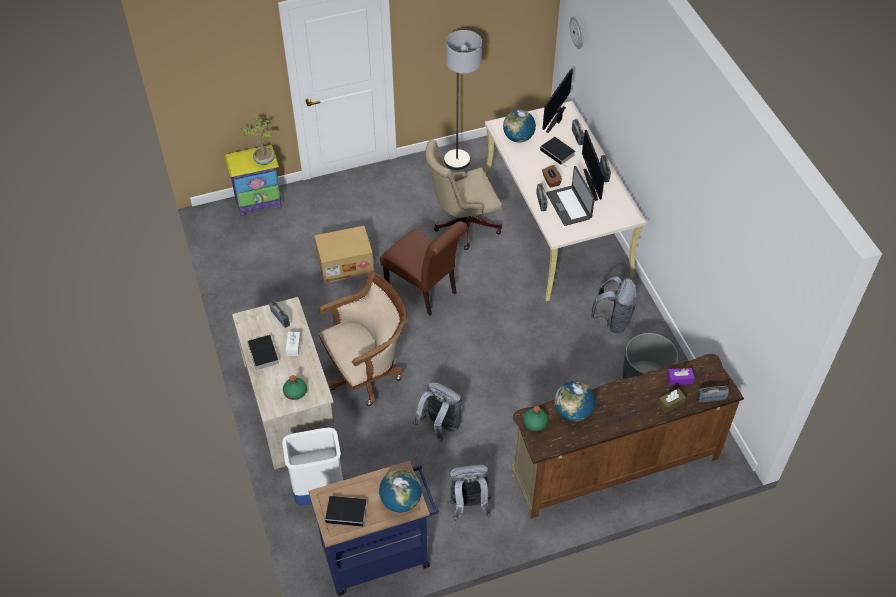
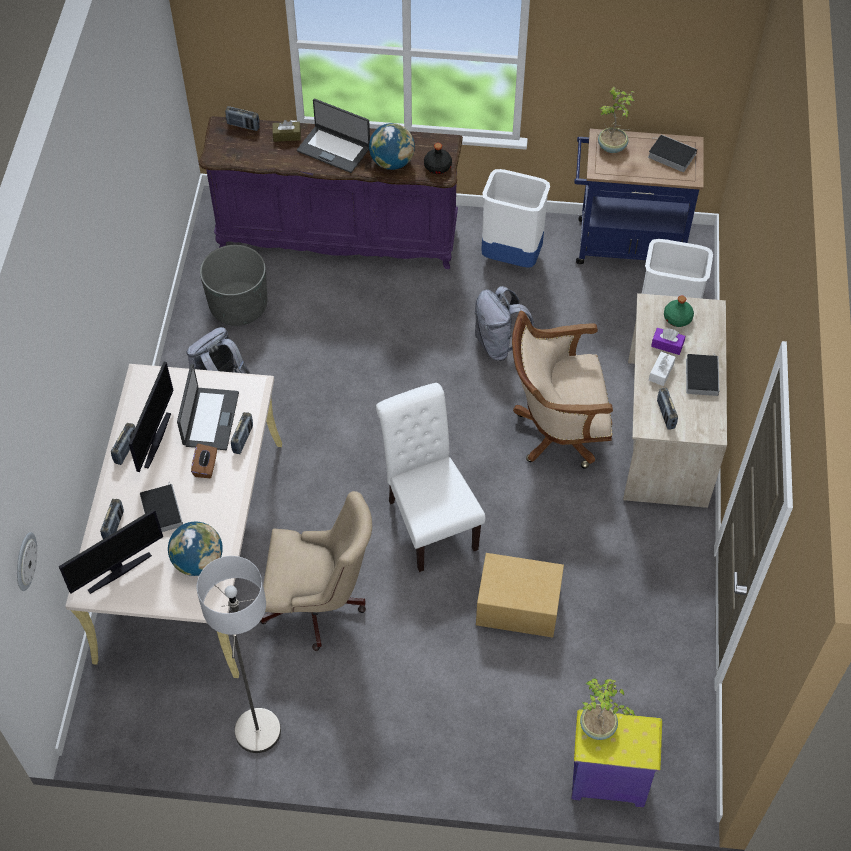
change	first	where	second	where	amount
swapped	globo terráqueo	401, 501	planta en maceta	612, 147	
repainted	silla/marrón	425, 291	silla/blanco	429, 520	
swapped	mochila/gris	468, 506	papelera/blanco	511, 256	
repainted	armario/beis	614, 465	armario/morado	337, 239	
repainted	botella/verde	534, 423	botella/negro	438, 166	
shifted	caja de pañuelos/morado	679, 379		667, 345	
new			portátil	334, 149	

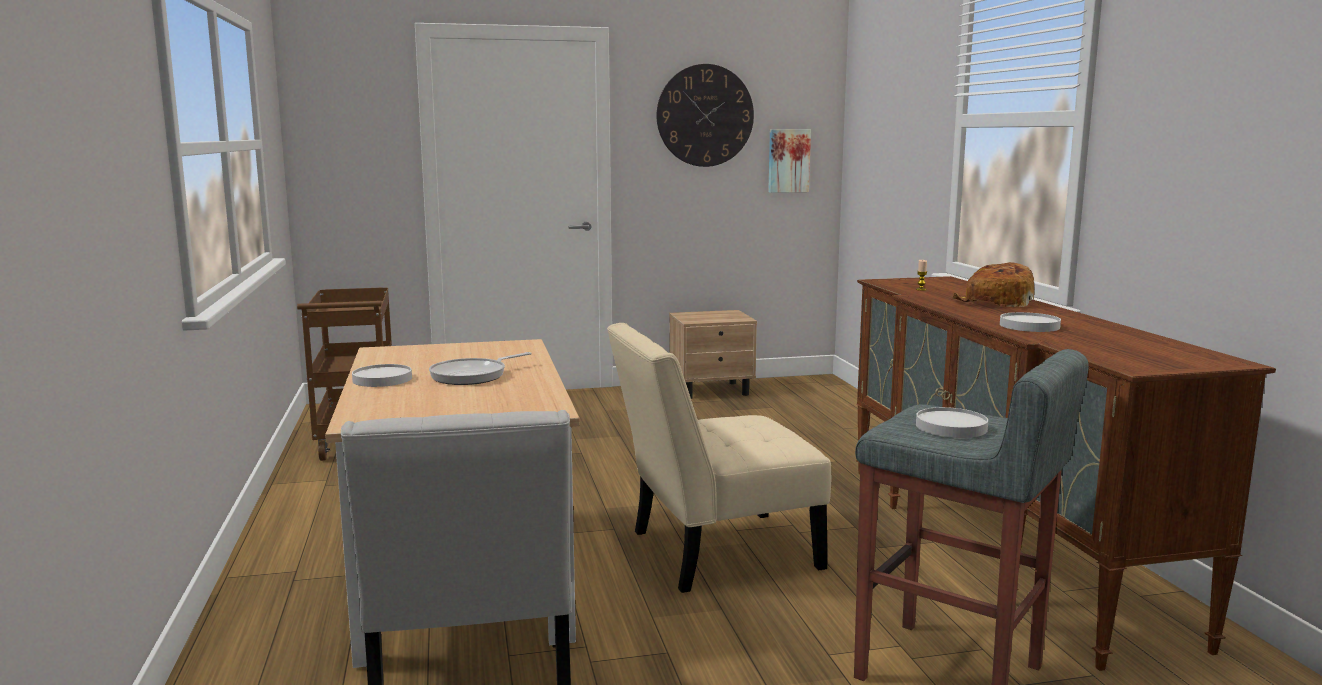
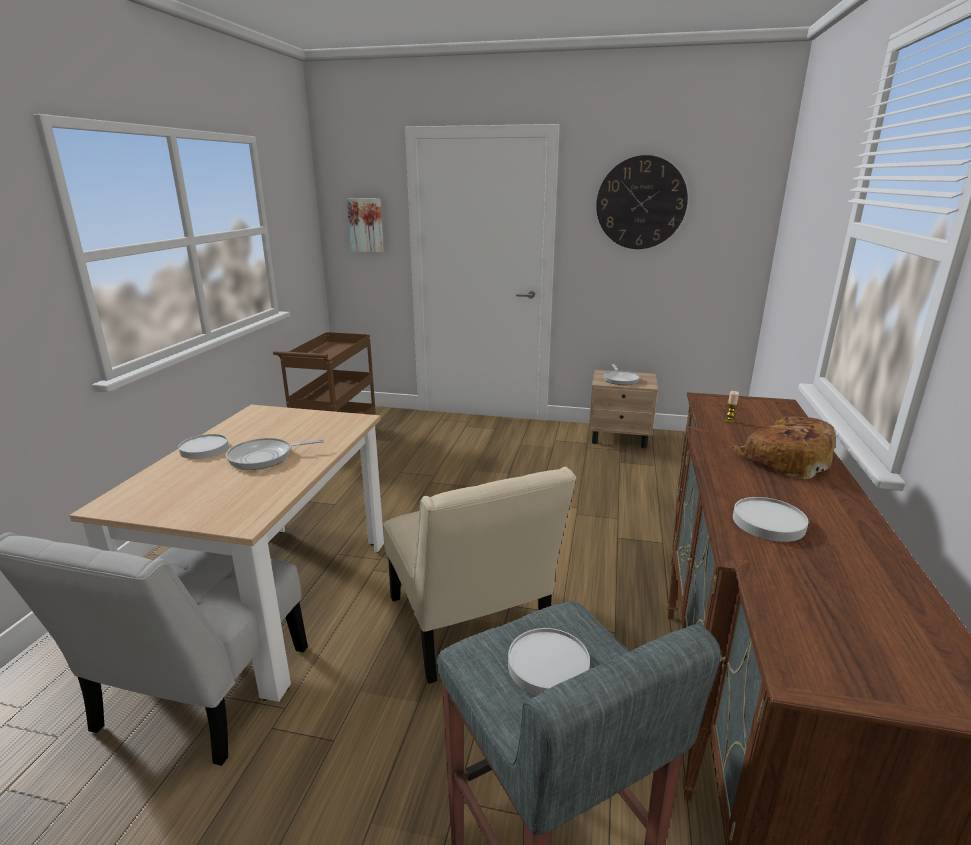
change	first	where	second	where	amount
rotated	silla/beis	714, 552		470, 627	120 degrees counterclockwise
shifted	cuadro	788, 160		366, 225	
new			sartén	620, 379	

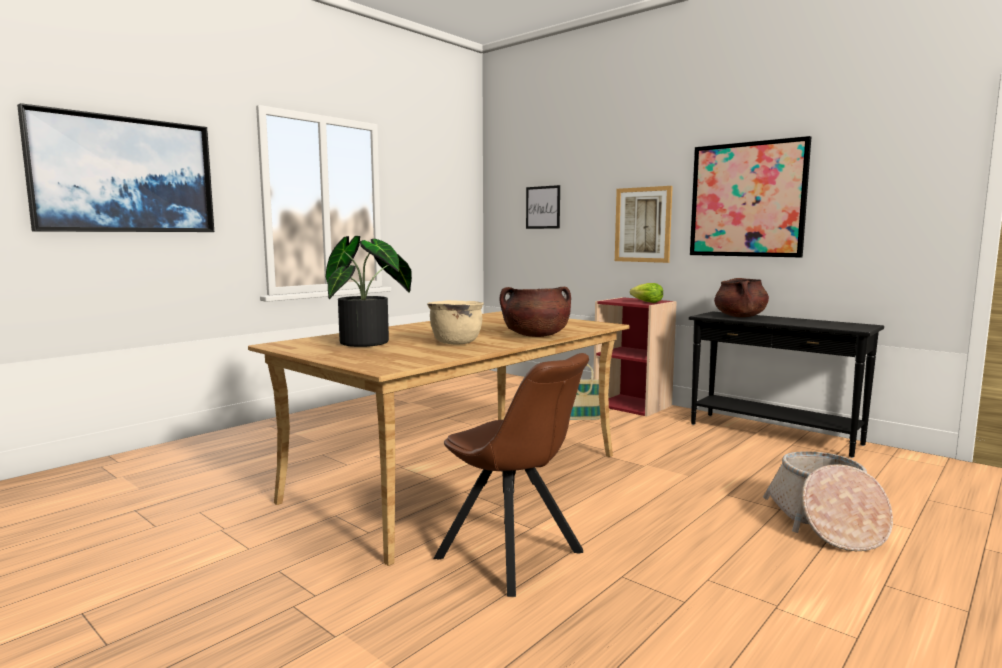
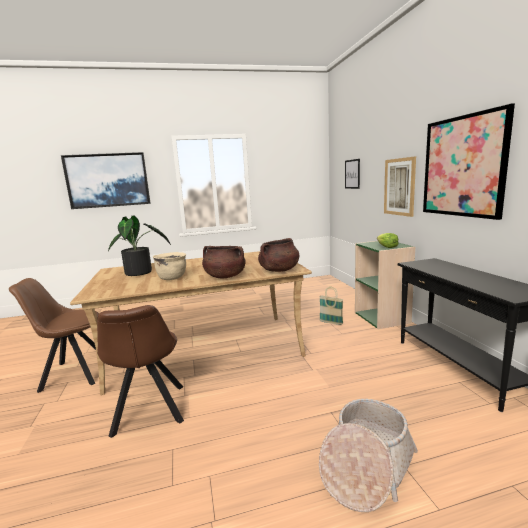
change	first	where	second	where	amount
repainted	estantería/rojo	633, 405	estantería/verde	382, 317	
shifted	olla/marrón	740, 316		279, 270	
new			silla/marrón	73, 373	

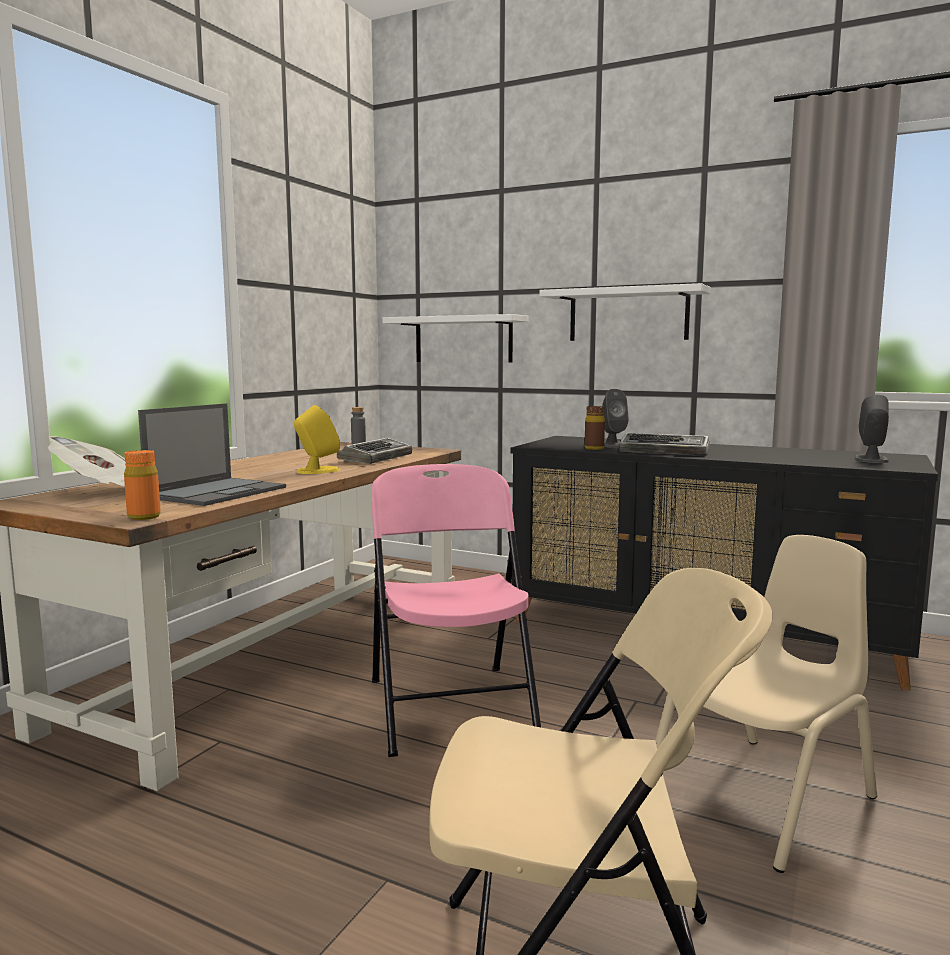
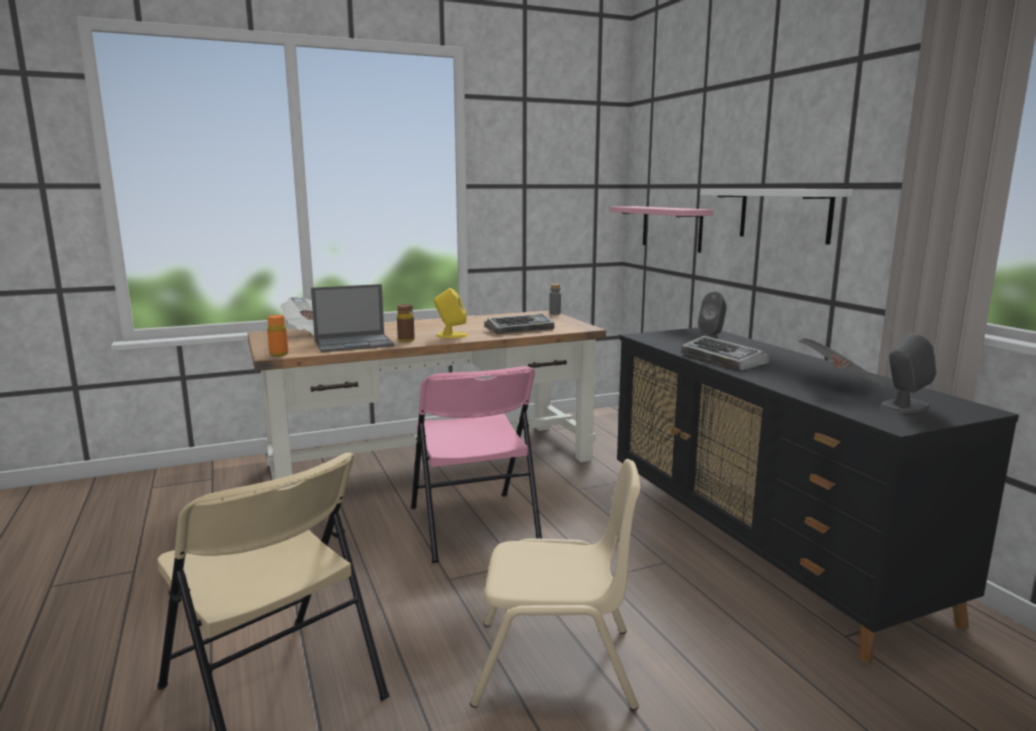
change	first	where	second	where	amount
rotated	silla/rosa	451, 708		472, 526	135 degrees clockwise
repainted	estante/blanco	463, 339	estante/rosa	671, 228	
shifted	botella/marrón	594, 448		406, 340	
new			periódico	840, 384	

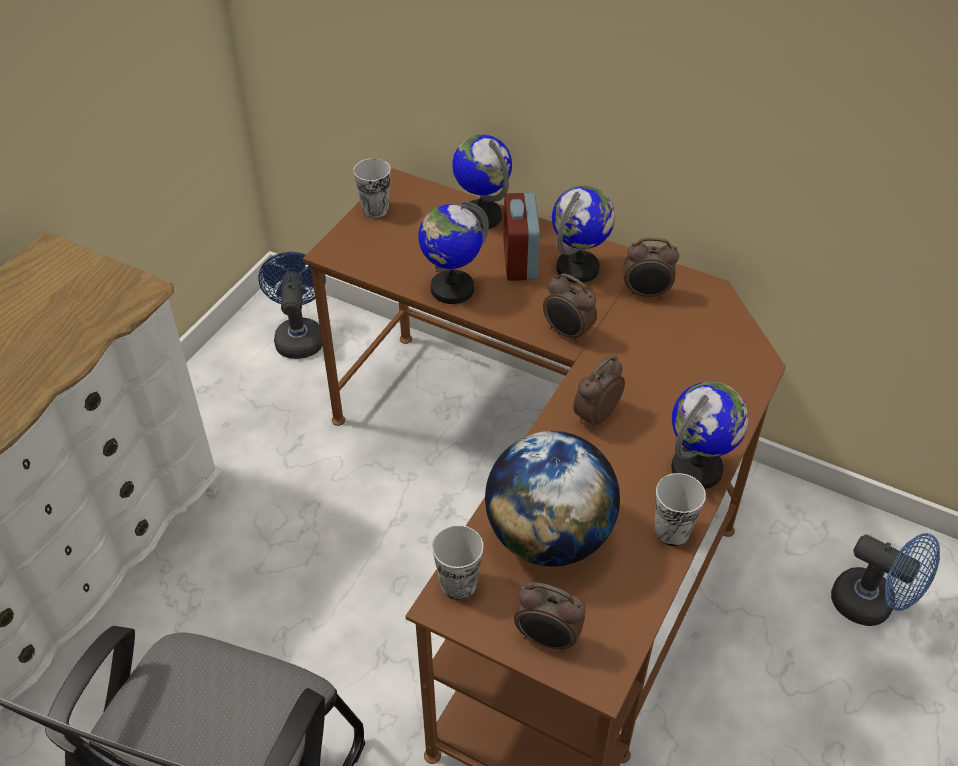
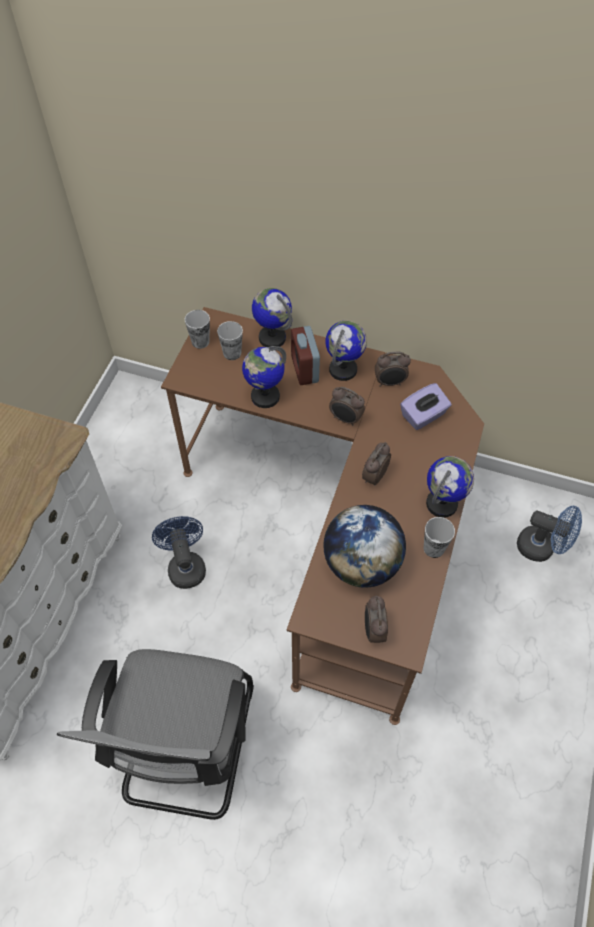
change	first	where	second	where	amount
shifted	ventilador/azul	299, 336		185, 565	
shifted	taza	458, 584		232, 353	
rotated	despertador	547, 639		373, 630	75 degrees clockwise
new			caja de pañuelos/morado	423, 416	

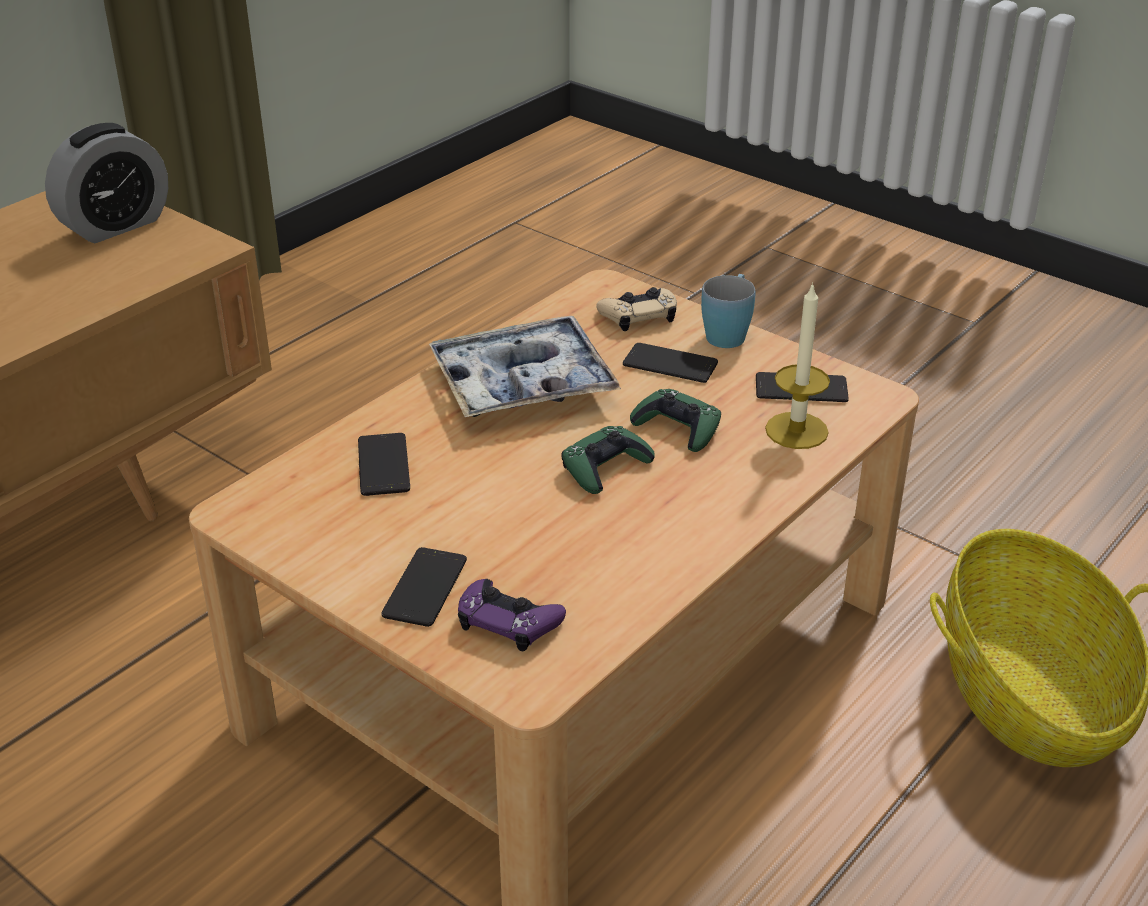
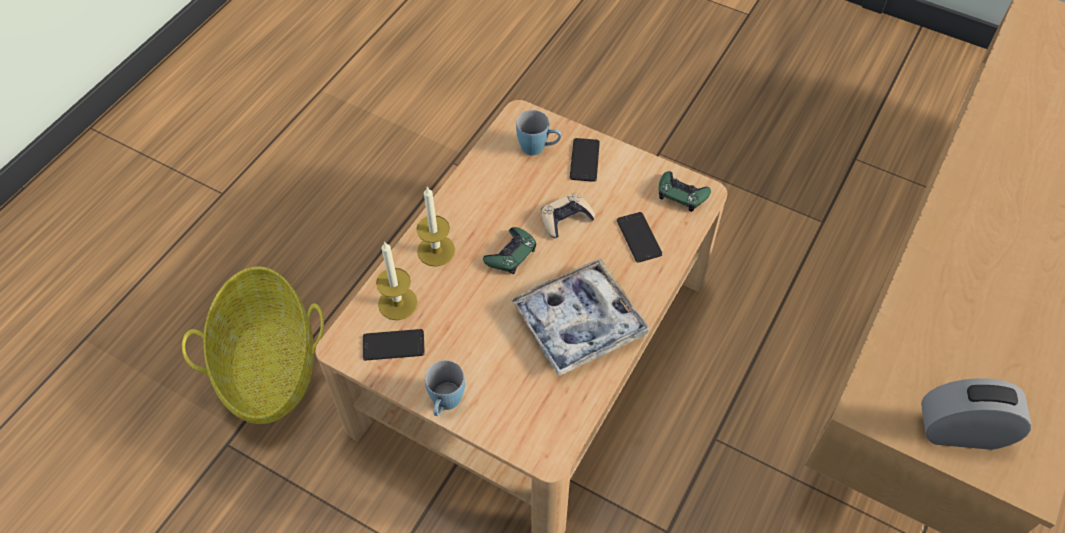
change	first	where	second	where	amount
rotated	despertador	115, 225		961, 431	60 degrees clockwise
swapped	mando de consola/morado	508, 621	taza grande/azul	539, 147	
shifted	mando de consola/beis	639, 315		565, 219	
gone	móvil	670, 364			
shifted	mando de consola/verde	677, 428		681, 194	
new			vela	436, 250	

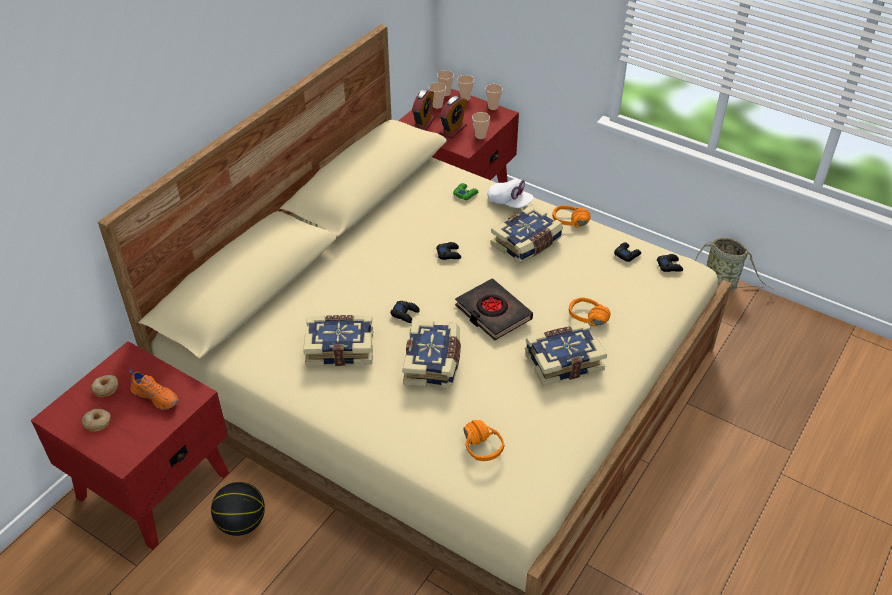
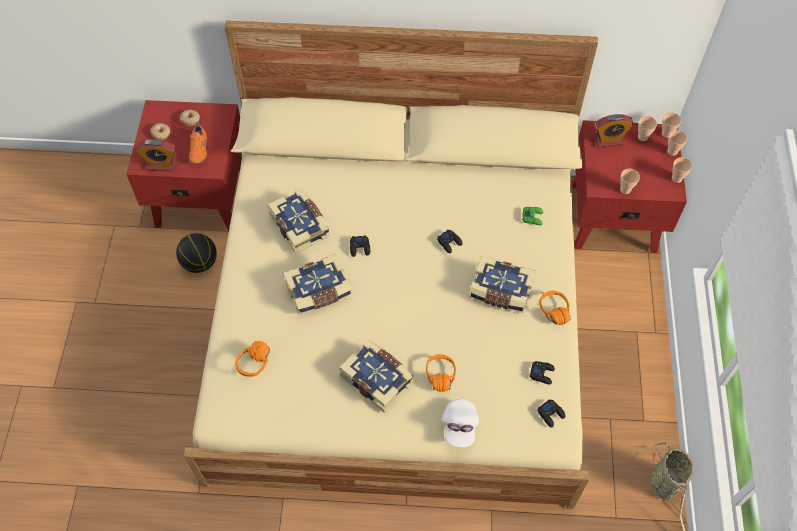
change	first	where	second	where	amount
shifted	despertador	453, 130		161, 164	
gone	libro/negro	493, 313			
shifted	gorra/blanco	509, 202		459, 426	

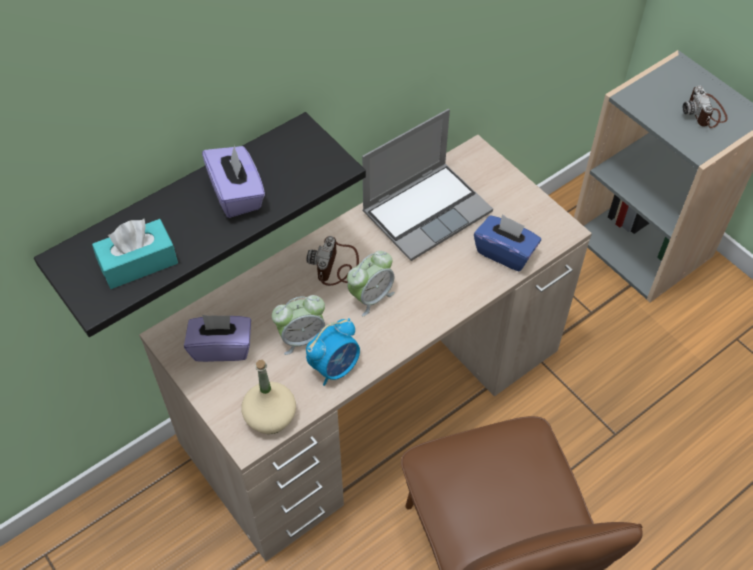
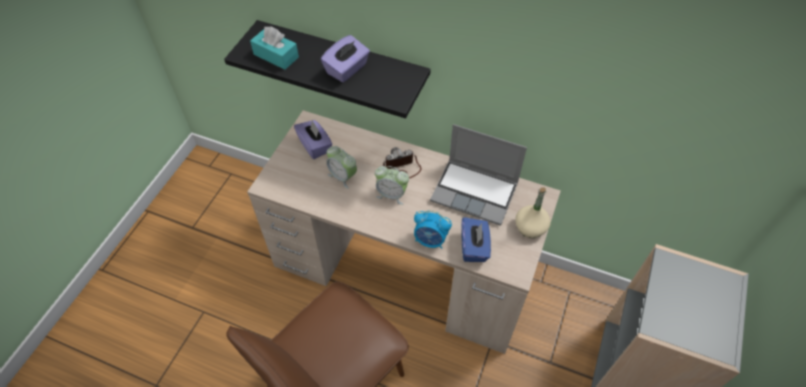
change	first	where	second	where	amount
shifted	botella/beis	270, 416		530, 227	
shifted	despertador	335, 367		430, 240	
gone	cámara	705, 112			

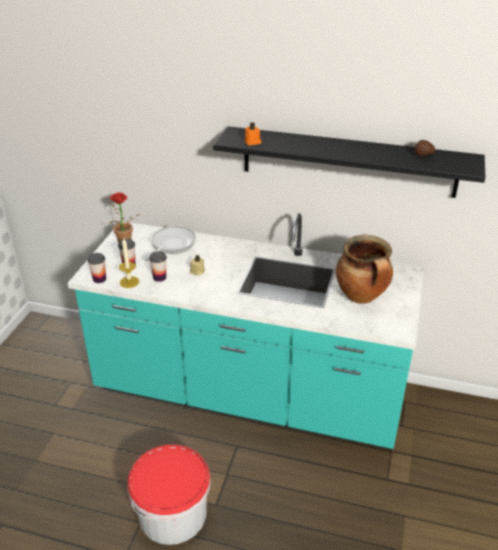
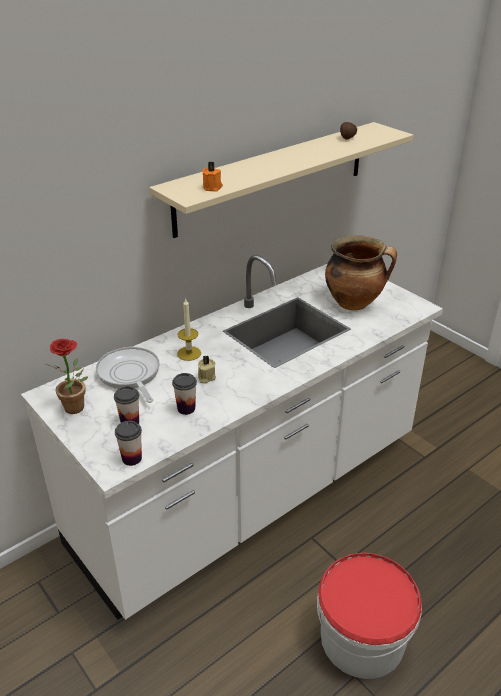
change	first	where	second	where	amount
repainted	mueble bajo de cocina/turquesa	249, 394	mueble bajo de cocina/blanco	250, 492	
shifted	vela	129, 282		189, 353	
repainted	estante/negro	348, 162	estante/beis	273, 177	

